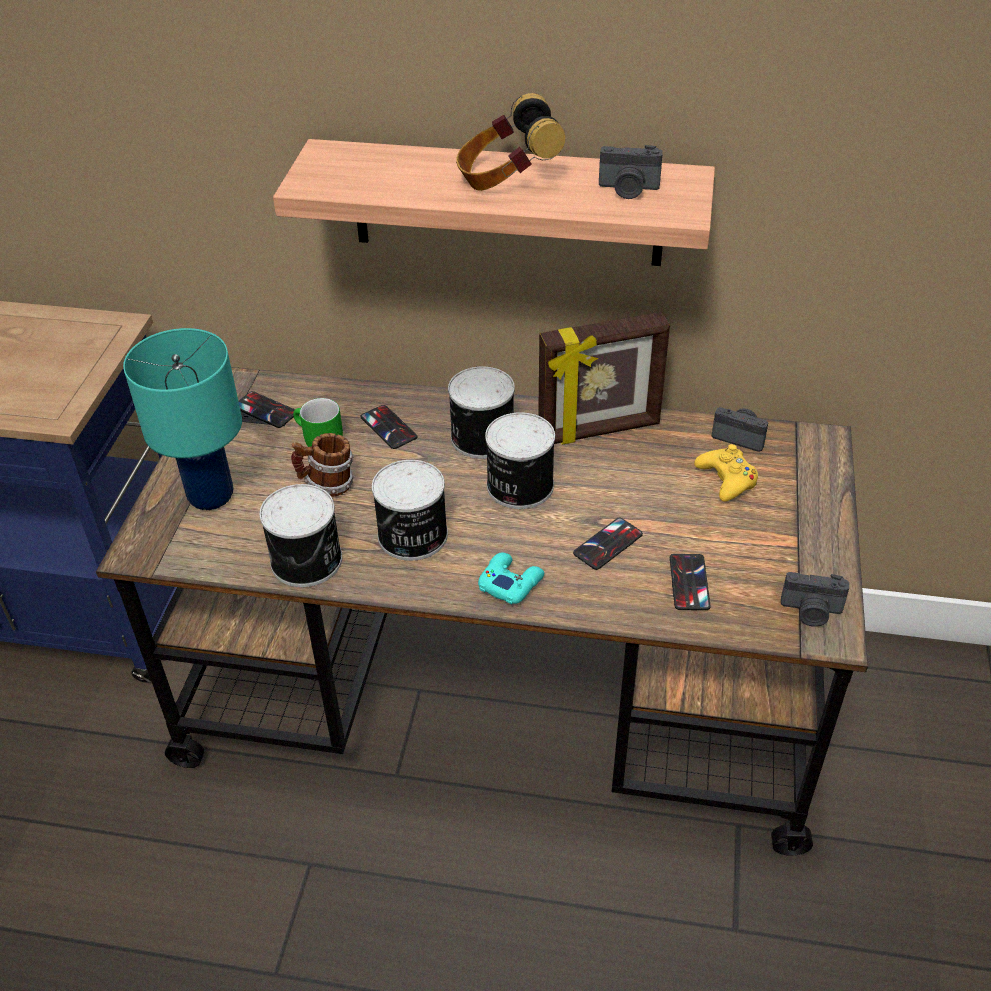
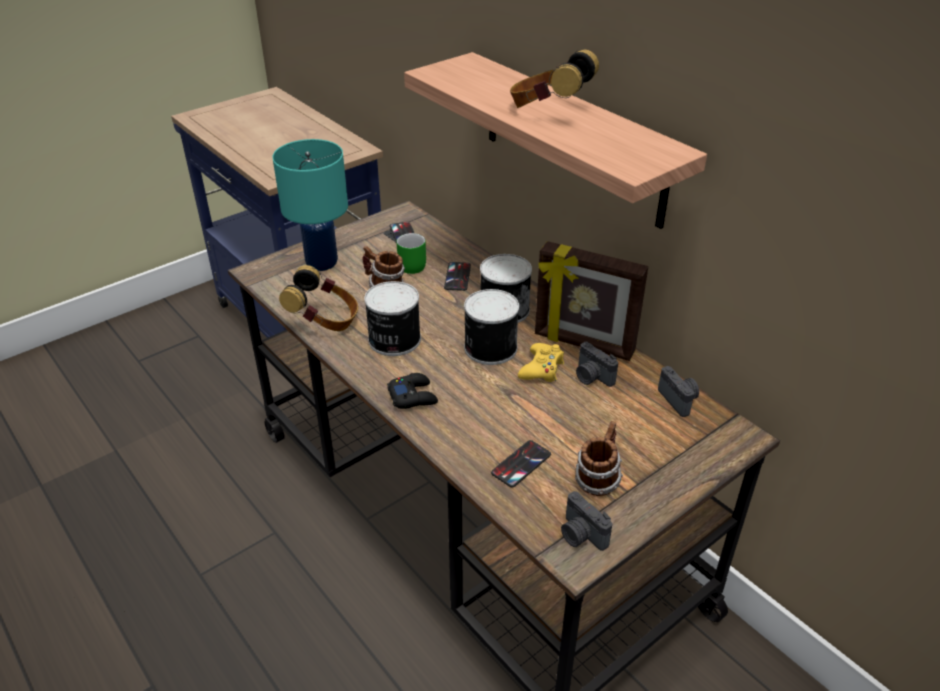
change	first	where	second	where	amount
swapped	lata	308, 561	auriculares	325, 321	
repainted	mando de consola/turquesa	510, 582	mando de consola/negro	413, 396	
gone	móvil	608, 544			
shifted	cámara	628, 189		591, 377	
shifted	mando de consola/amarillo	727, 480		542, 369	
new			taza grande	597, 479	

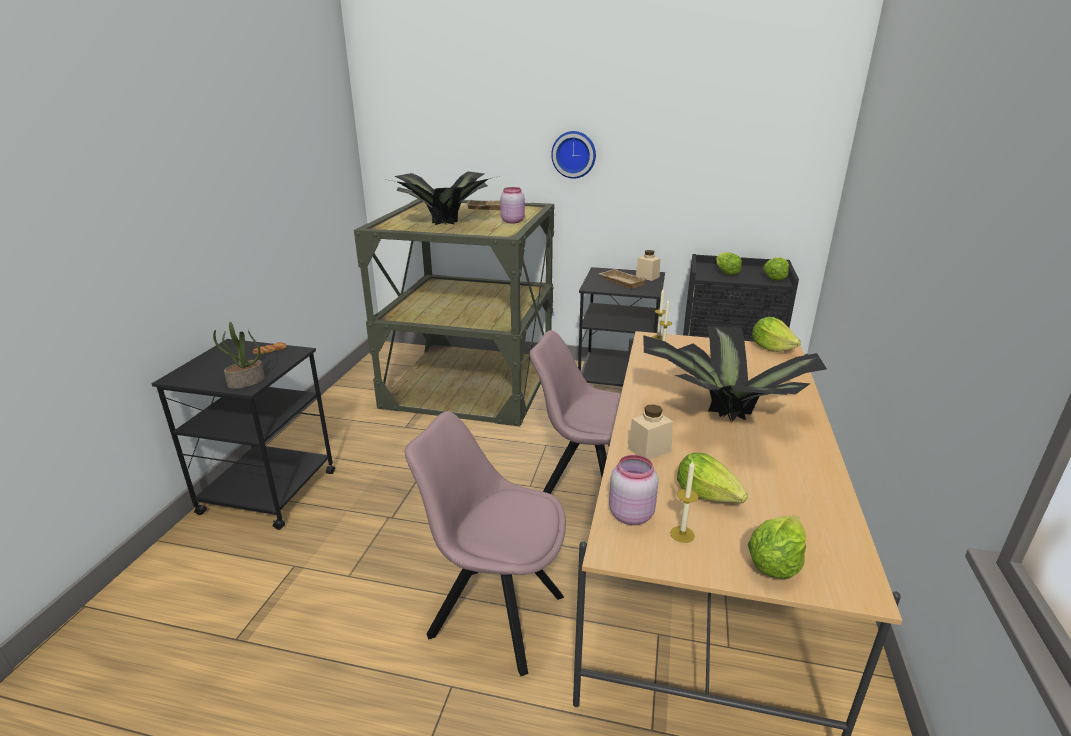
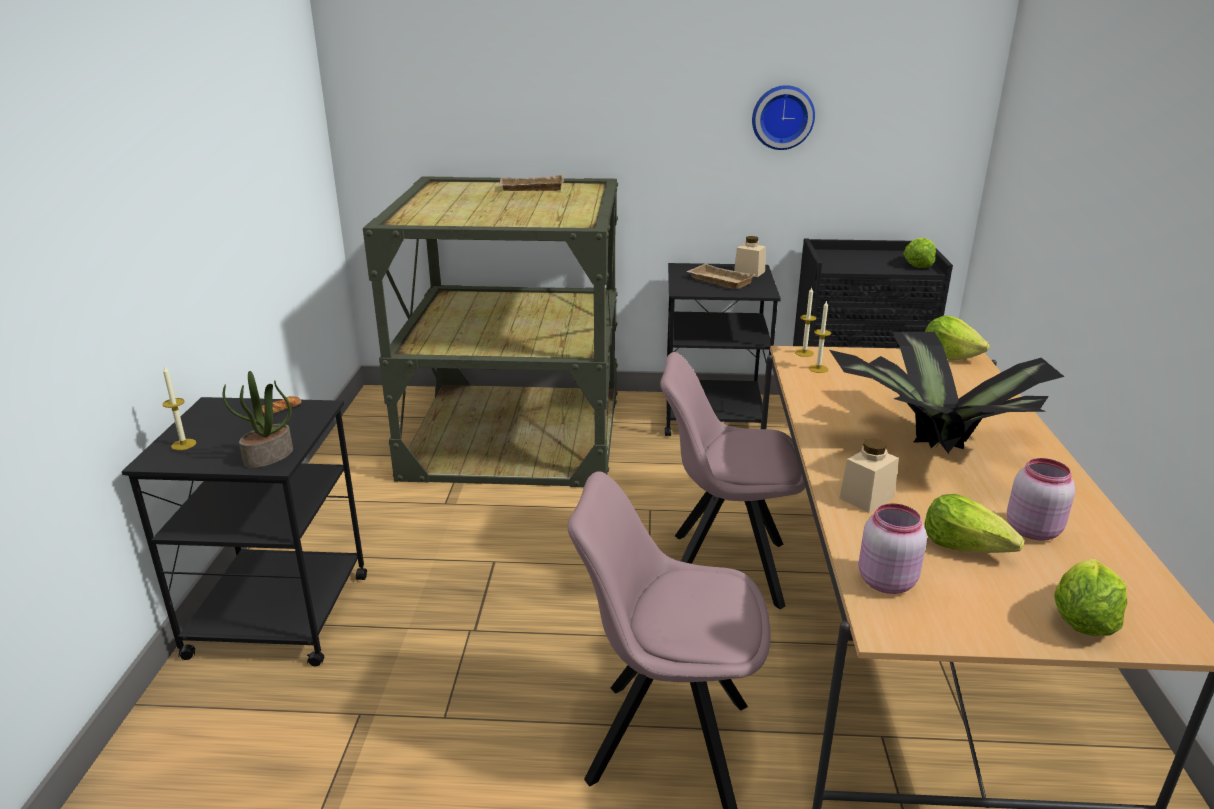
change	first	where	second	where	amount
gone	planta en maceta	445, 224			
shifted	tarro/rosa	513, 221		1032, 529	
shifted	reloj de pared	574, 154		782, 117	
shifted	vela	682, 534		183, 444	
gone	lechuga	725, 272			

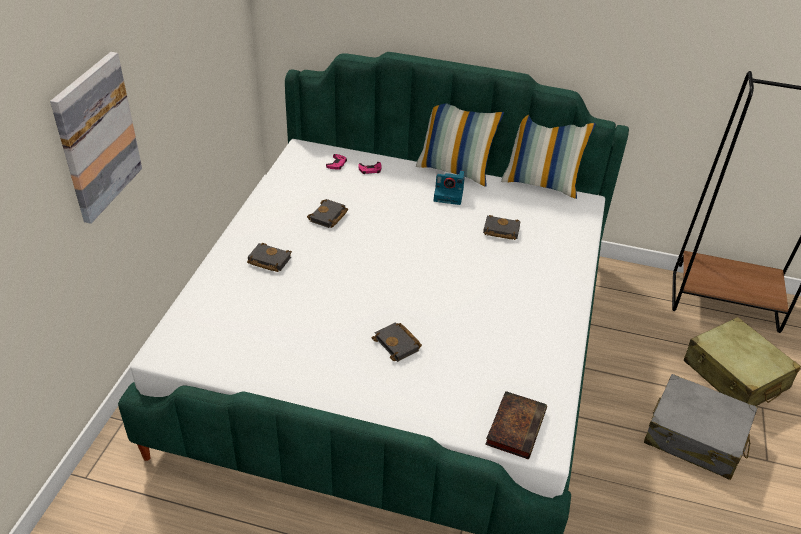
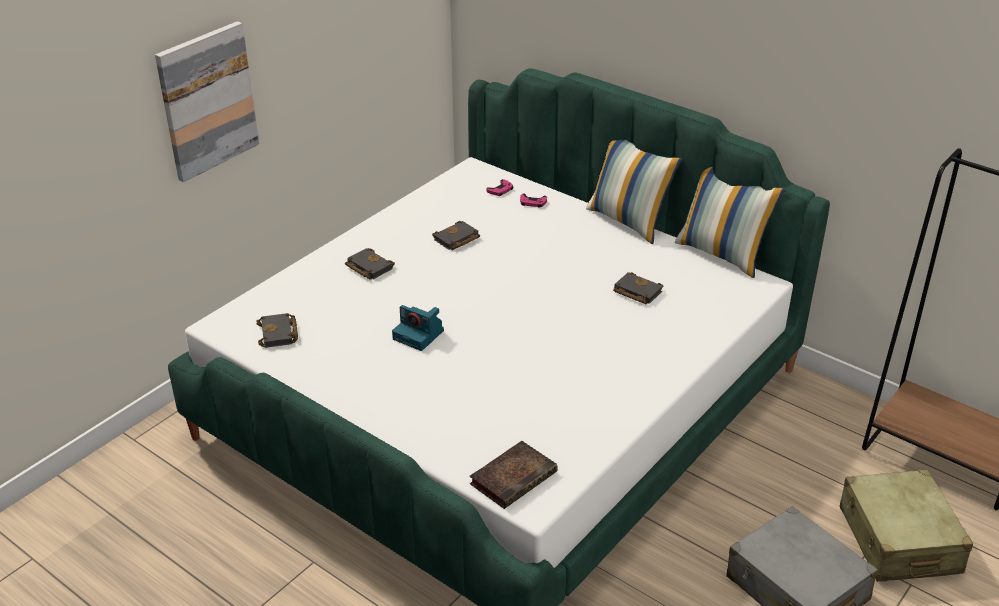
change	first	where	second	where	amount
shifted	libro/negro	398, 344		279, 334	
shifted	cámara	449, 194		419, 335	

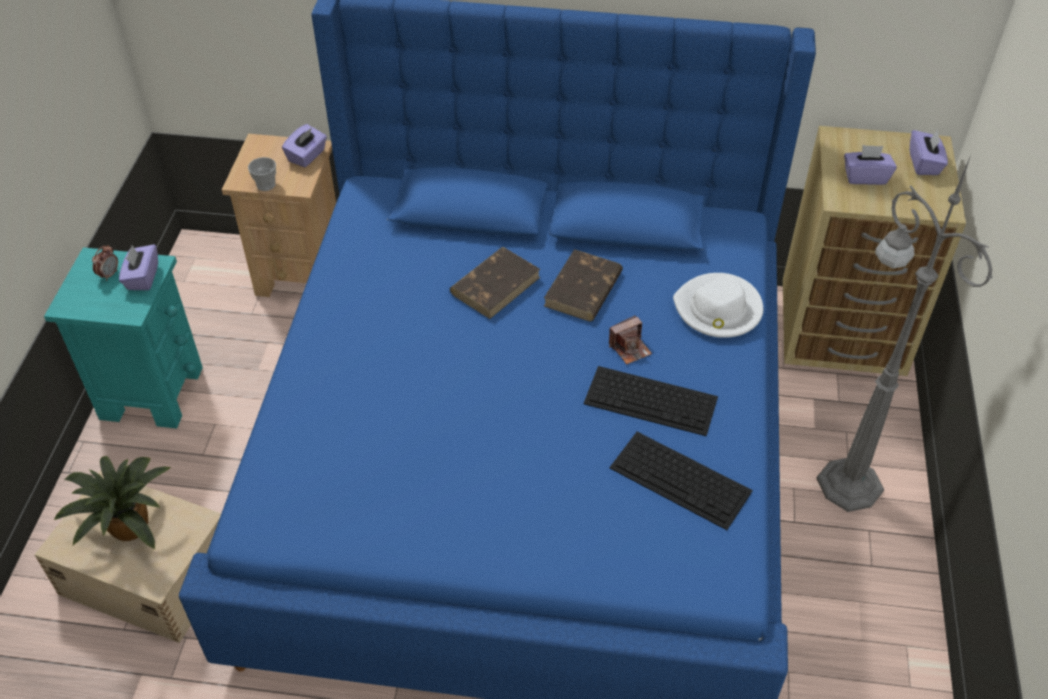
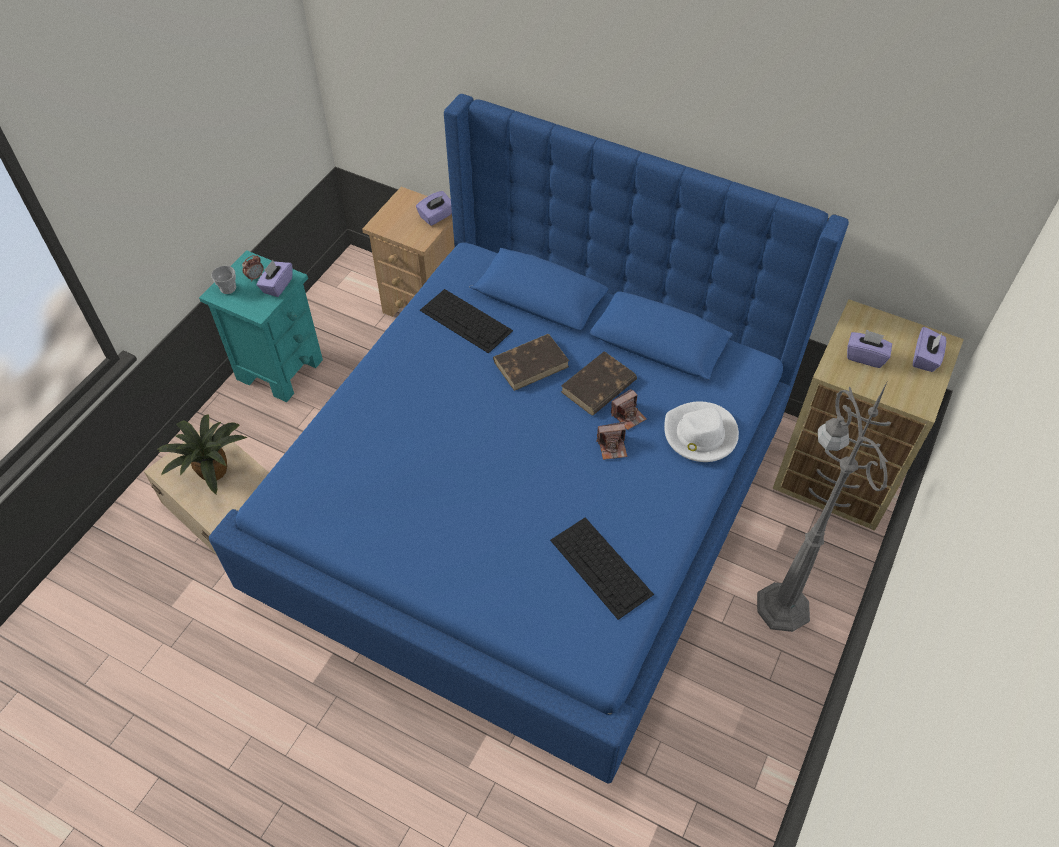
change	first	where	second	where	amount
shifted	taza	266, 185		228, 288	
shifted	teclado	652, 400		467, 320	
new			cámara	628, 415	

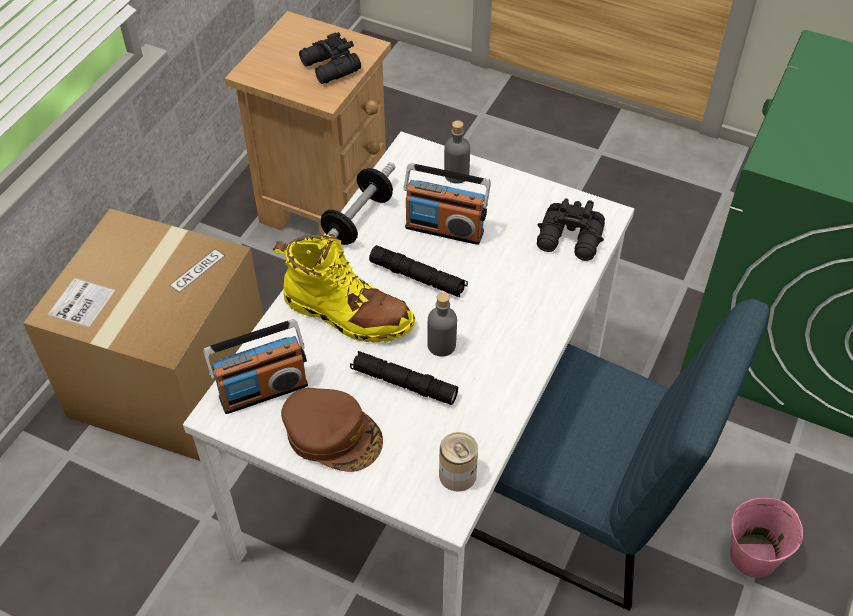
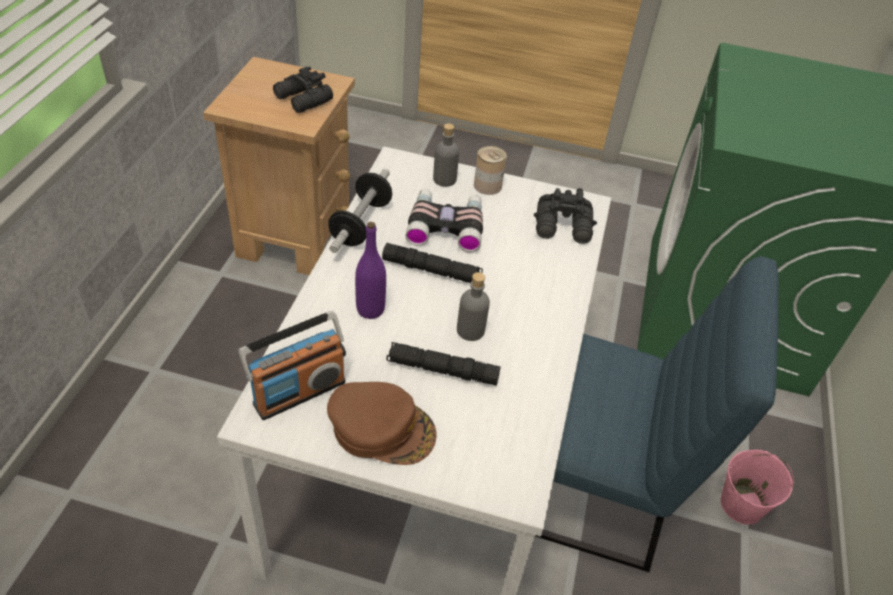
change	first	where	second	where	amount
gone	caja de cartón	169, 380			
swapped	bota/amarillo	347, 314	botella/morado	370, 309	
swapped	radio	444, 229	prismáticos	446, 226	
shifted	lata	457, 475		487, 185	

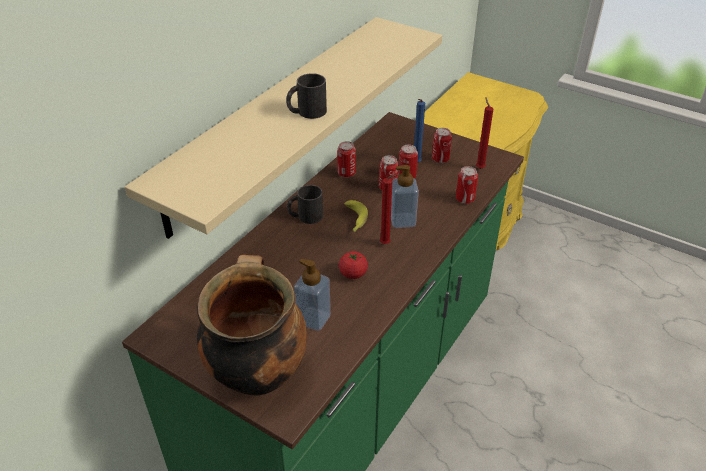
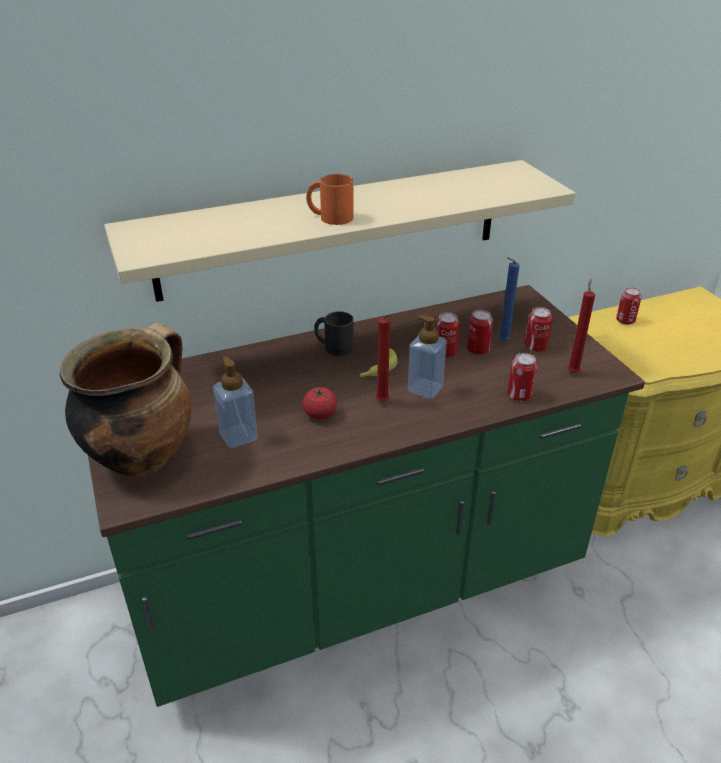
change	first	where	second	where	amount
repainted	taza grande/negro	306, 112	taza grande/naranja	330, 217	
shifted	lata	346, 173		625, 321	

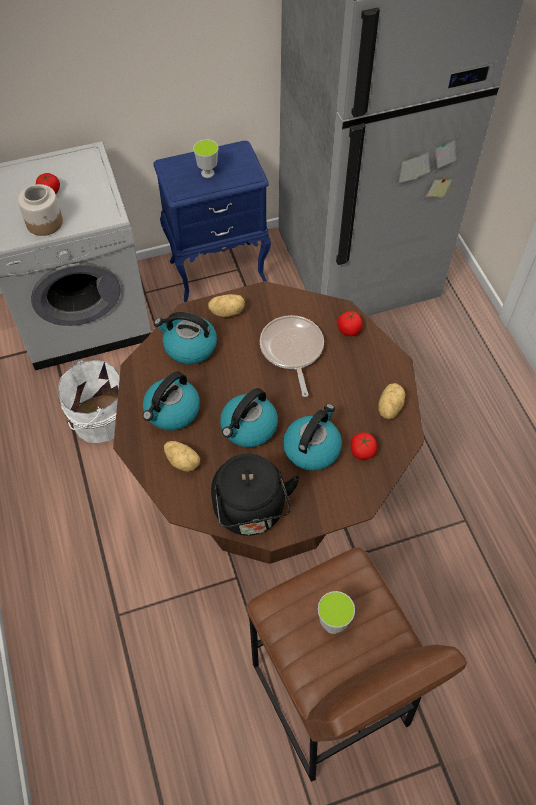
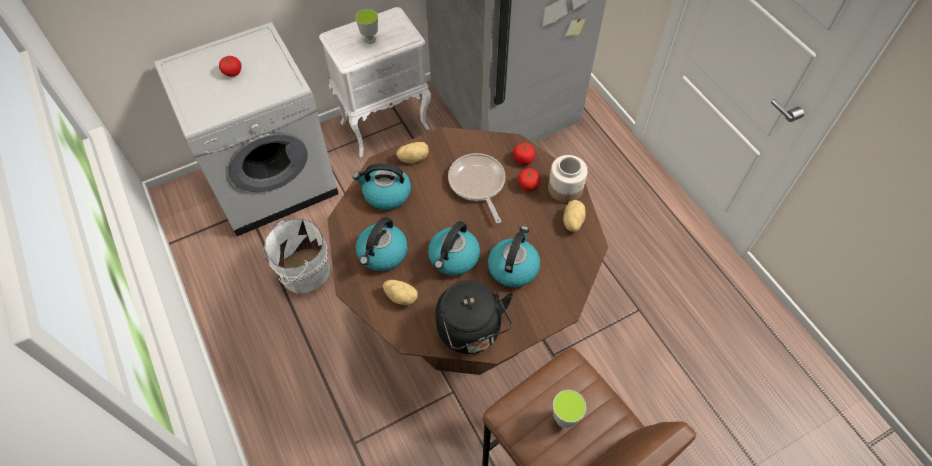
change	first	where	second	where	amount
shifted	tarro	45, 223		565, 189	
repainted	mesita de noche/azul	218, 271	mesita de noche/blanco	385, 125	
shifted	tomate	362, 451		528, 185	

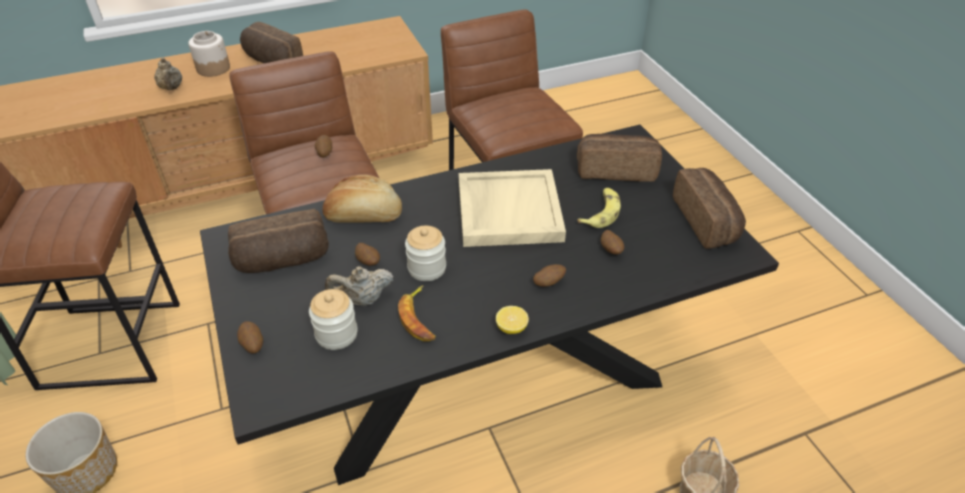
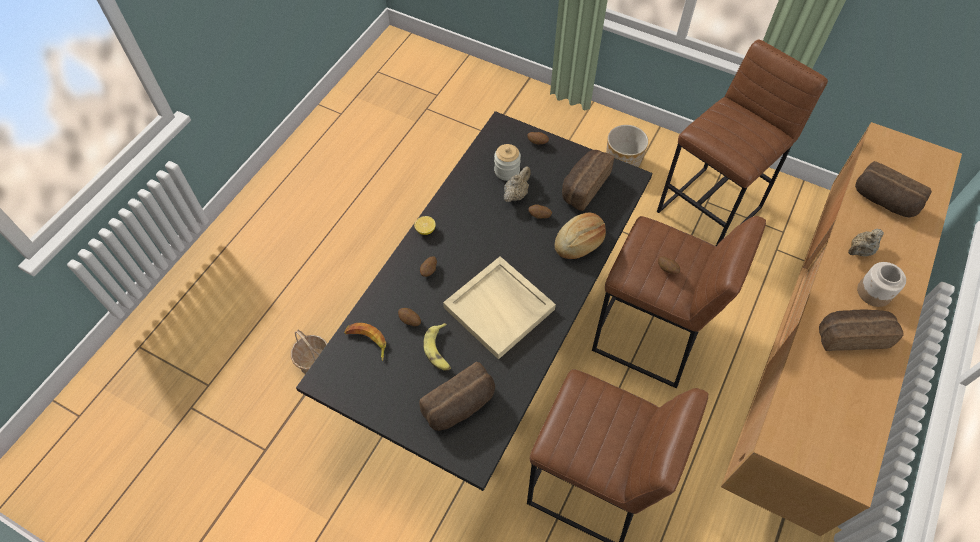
change	first	where	second	where	amount
rotated	tetera/beis	171, 88		859, 251	60 degrees counterclockwise
shifted	plátano	419, 318		367, 342	
gone	tarro	427, 268			
shifted	pan	707, 221		883, 201	

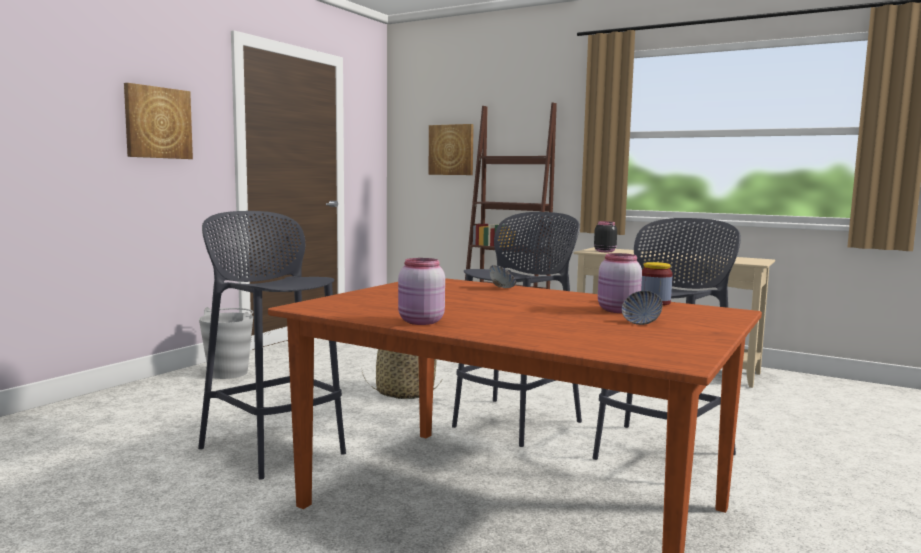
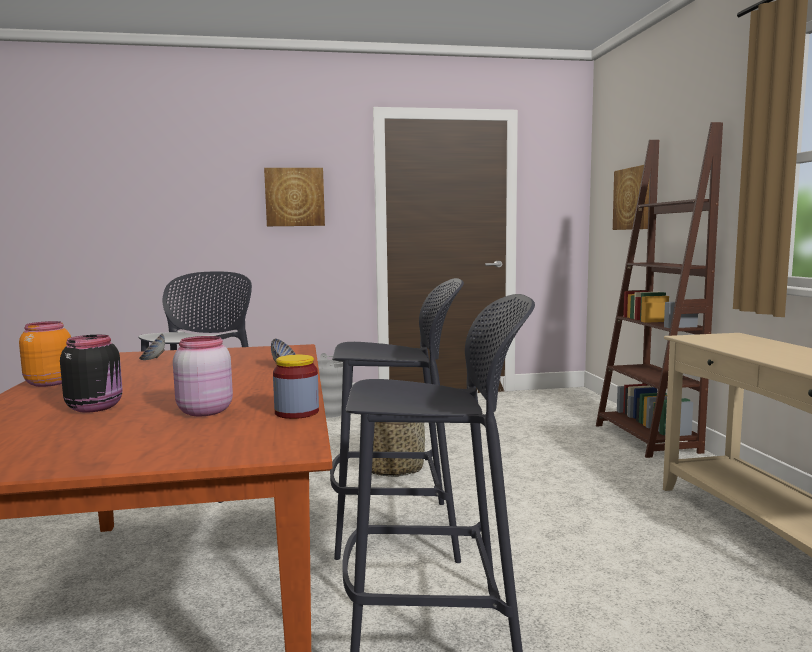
change	first	where	second	where	amount
repainted	tarro/rosa	420, 322	tarro/naranja	48, 383	
shifted	tarro/negro	604, 251		96, 407	
shifted	cuenco	641, 322		153, 359	

